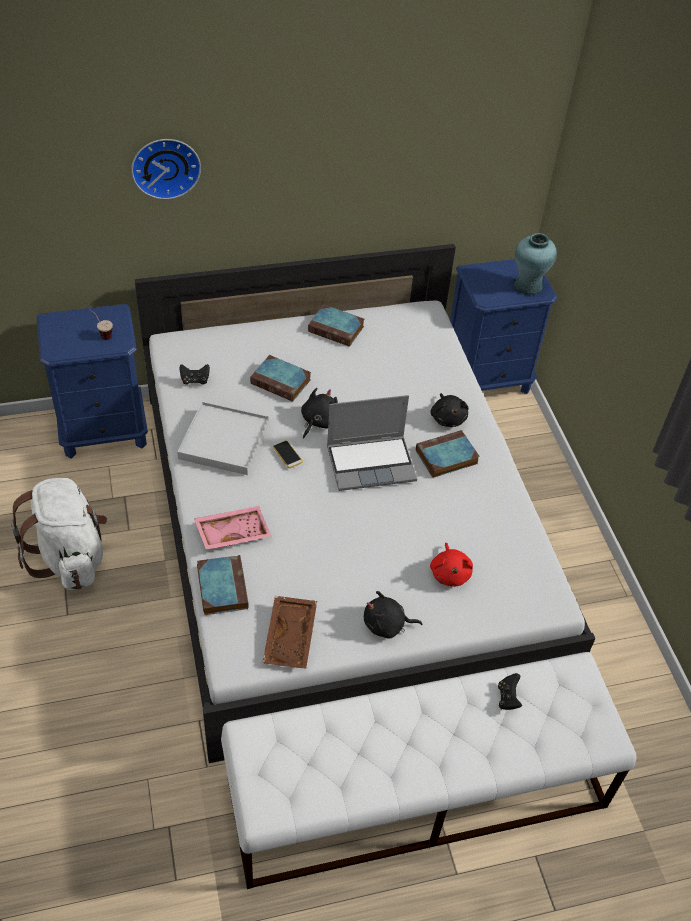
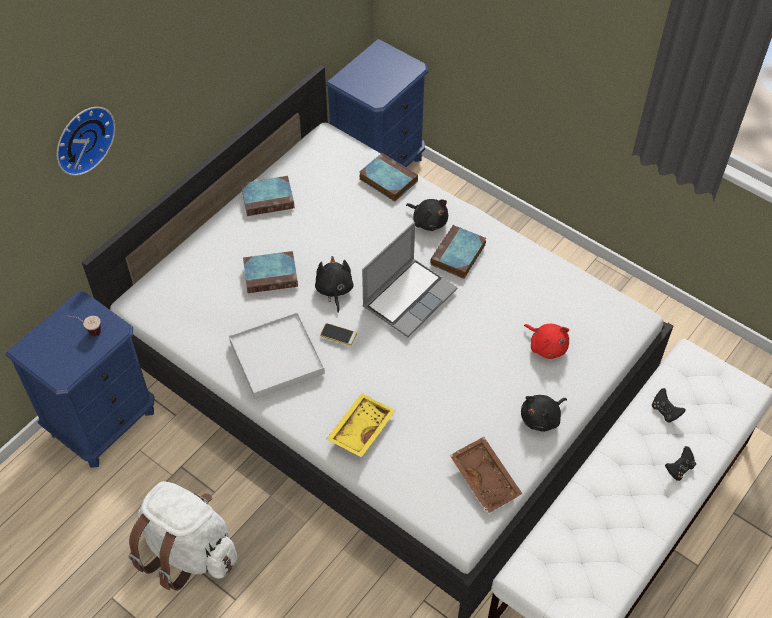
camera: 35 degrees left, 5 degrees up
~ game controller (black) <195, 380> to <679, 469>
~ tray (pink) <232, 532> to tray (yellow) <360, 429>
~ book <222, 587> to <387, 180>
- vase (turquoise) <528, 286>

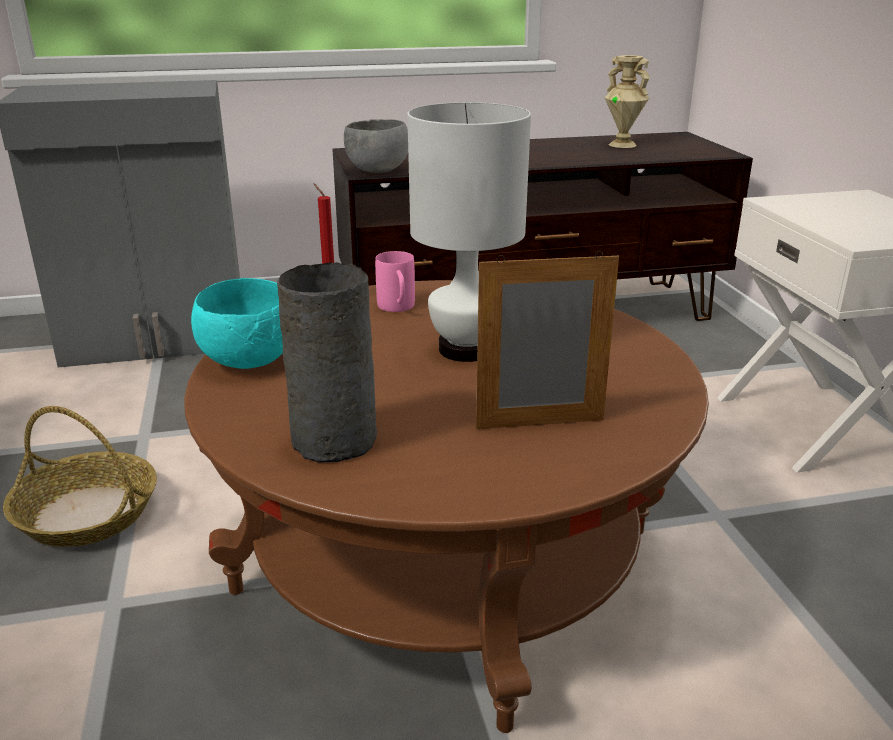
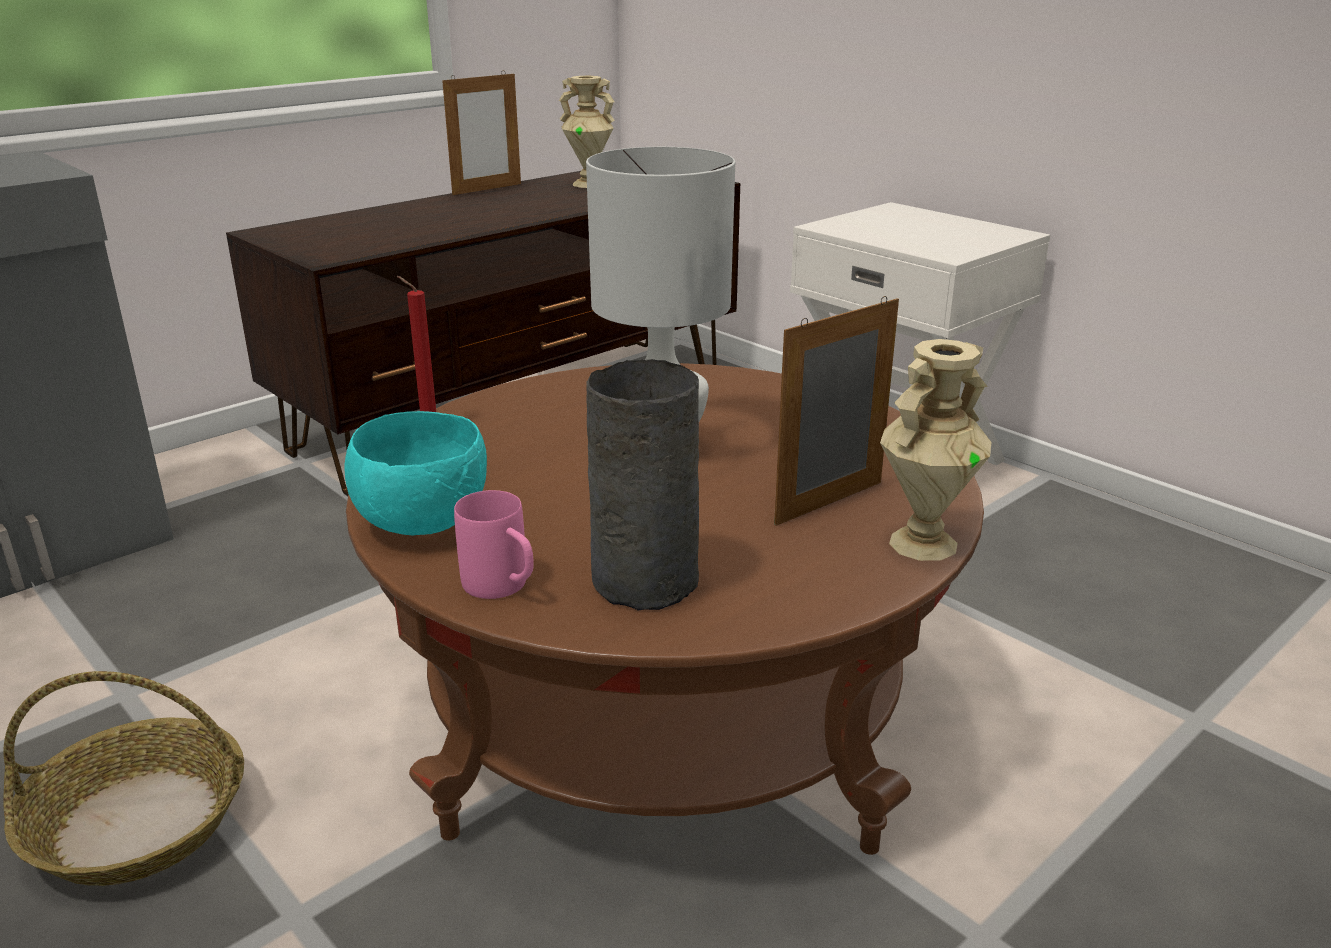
camera: 30 degrees left, 0 degrees up
- bowl (grey) <377, 171>
~ mug (pink) <397, 308> to <504, 588>
+ picture frame <487, 189>
+ vase (beige) <922, 542>

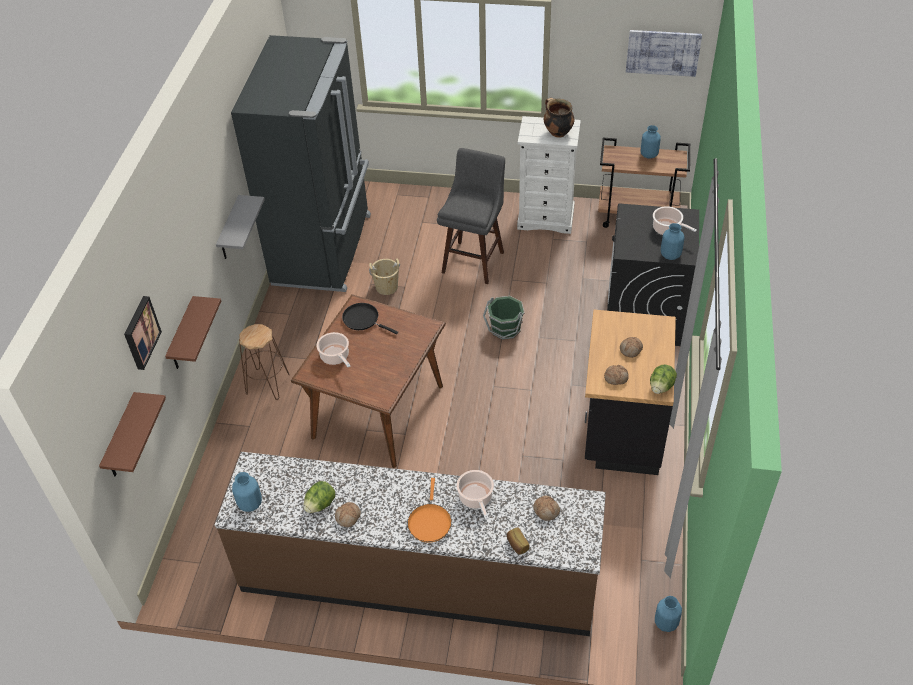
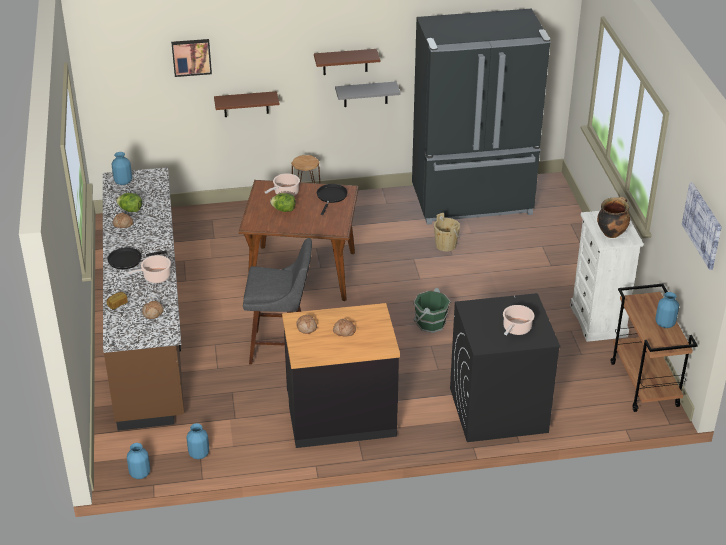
camera: 70 degrees right, 10 degrees down
~ shelf (brown) <121, 439> to <345, 62>
~ frying pan (orange) <429, 522> to frying pan (black) <128, 260>
~ stool (grey) <474, 260> to <281, 348>
~ lettuce <661, 387> to <284, 210>
~ vase (blue) <670, 255> to <198, 454>

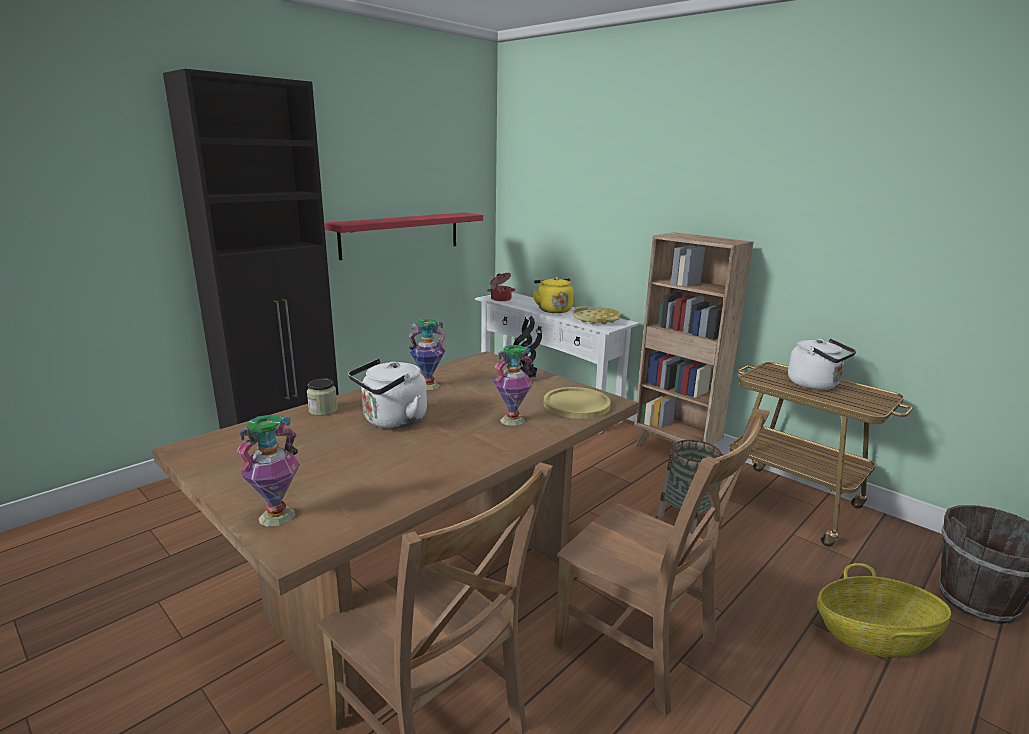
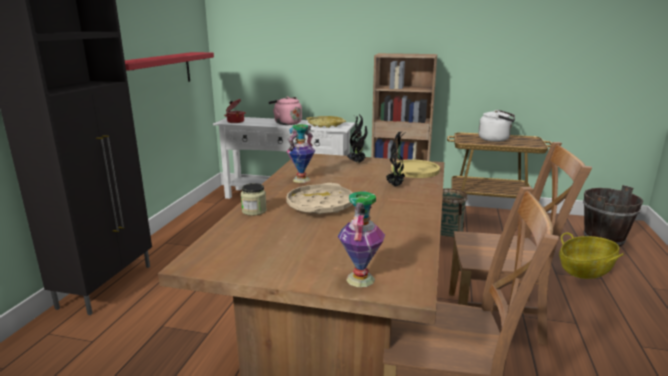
camera: 30 degrees left, 0 degrees up
~ kettle (white) <392, 421> to tray (beige) <320, 205>
~ vase <512, 420> to potted plant <395, 186>
~ kettle (yellow) <553, 310> to kettle (pink) <286, 123>

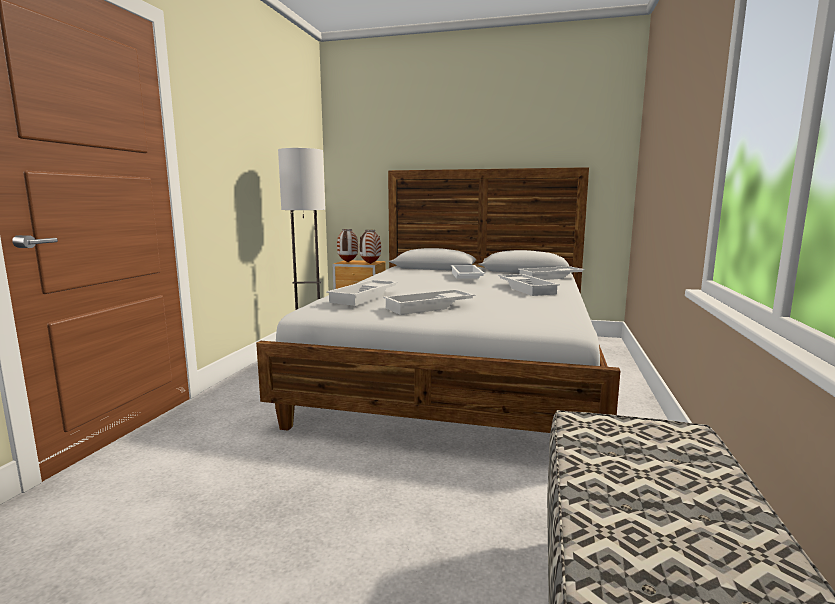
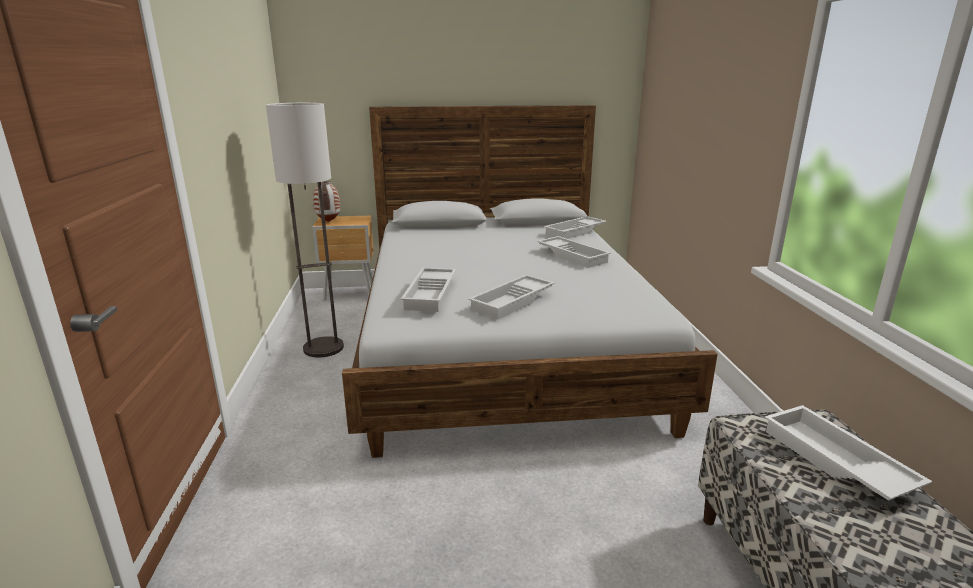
camera: 20 degrees left, 10 degrees up
- vase <370, 263>
~ tray (white) <465, 277> to <834, 461>

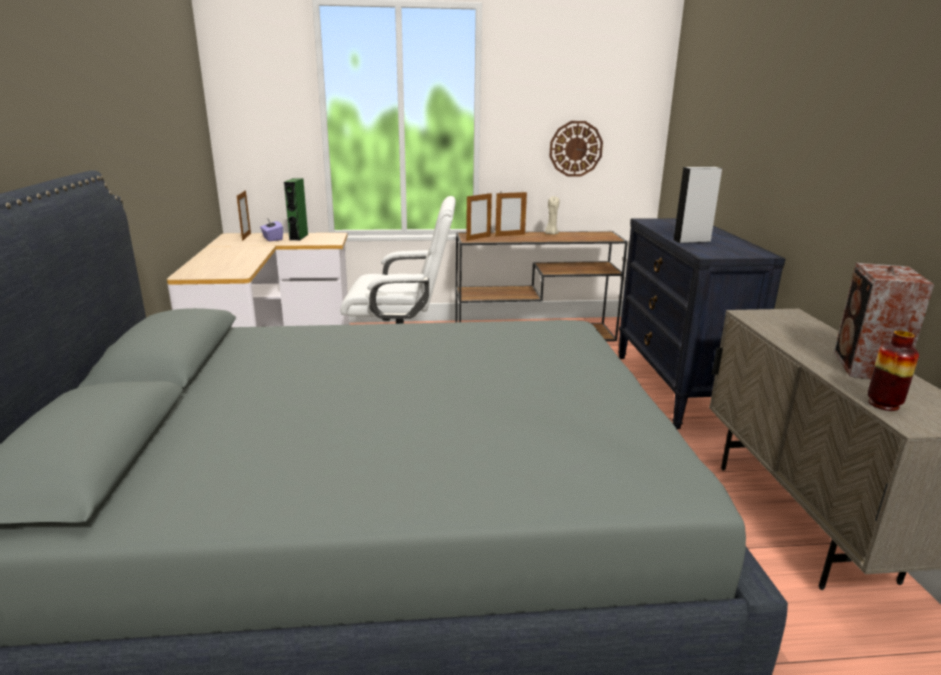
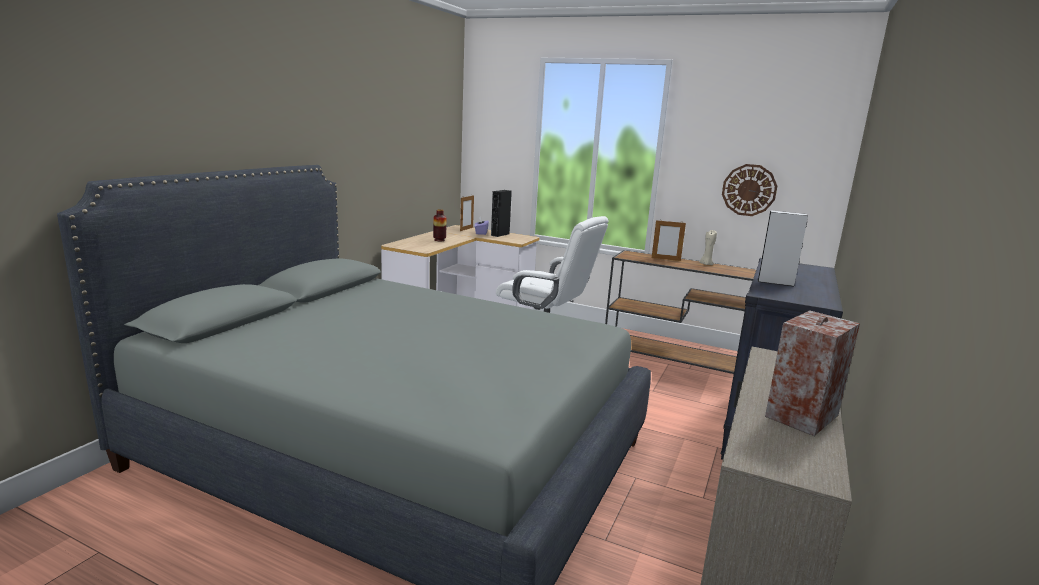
camera: 30 degrees right, 5 degrees down
~ speaker (green) <298, 237> to speaker (black) <500, 234>
- picture frame <478, 238>
~ vase <883, 404> to <439, 240>

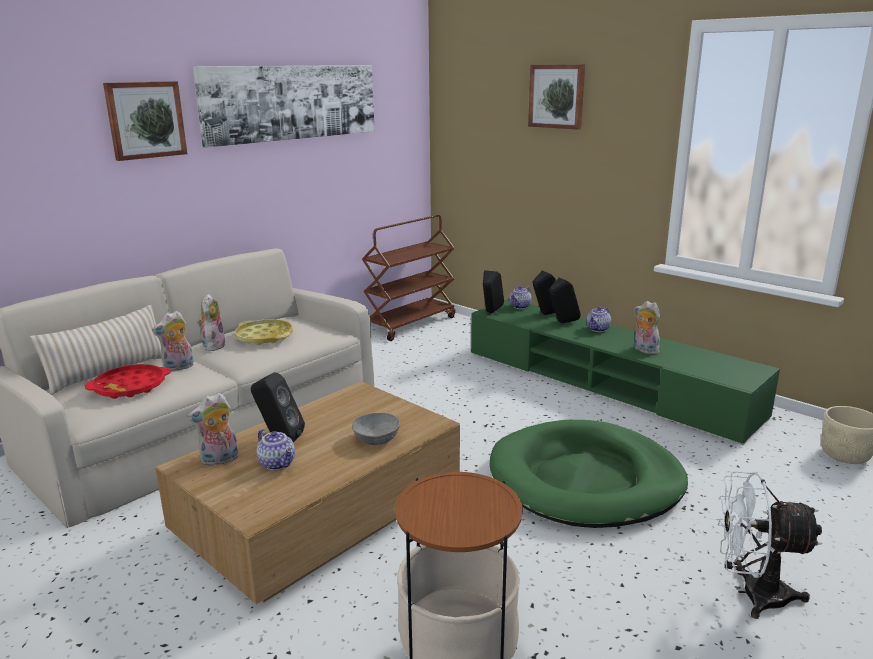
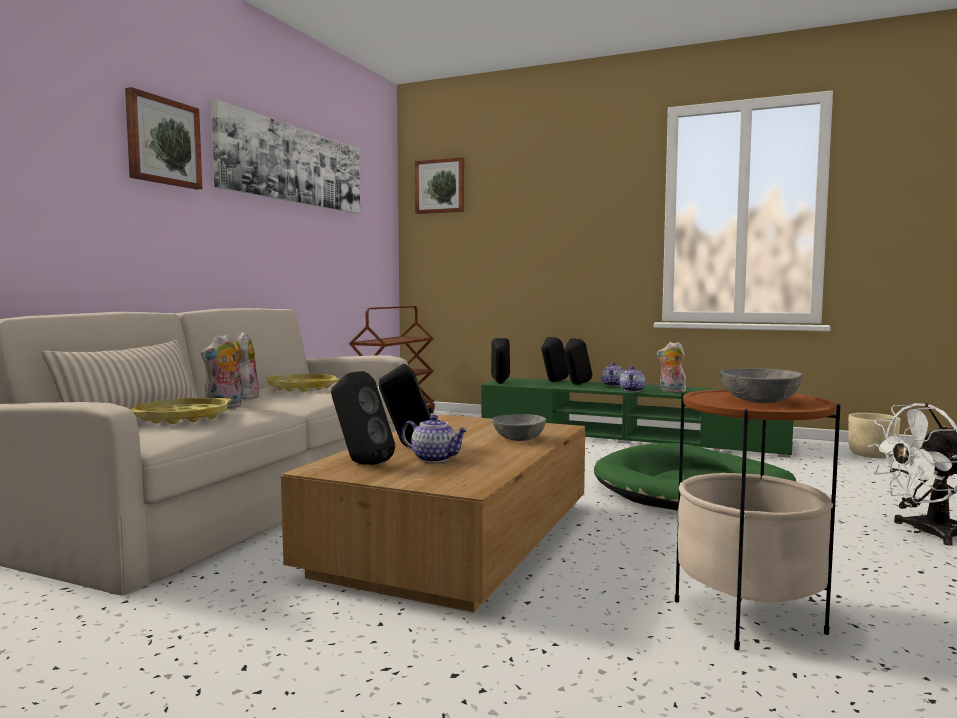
camera: 20 degrees left, 15 degrees down
~ tray (red) <130, 387> to tray (yellow) <182, 418>
~ plush toy <219, 460> to speaker (black) <360, 463>
~ teapot <520, 307> to <632, 390>
~ picture <557, 96> to <440, 186>
+ bowl (grey) <759, 400>

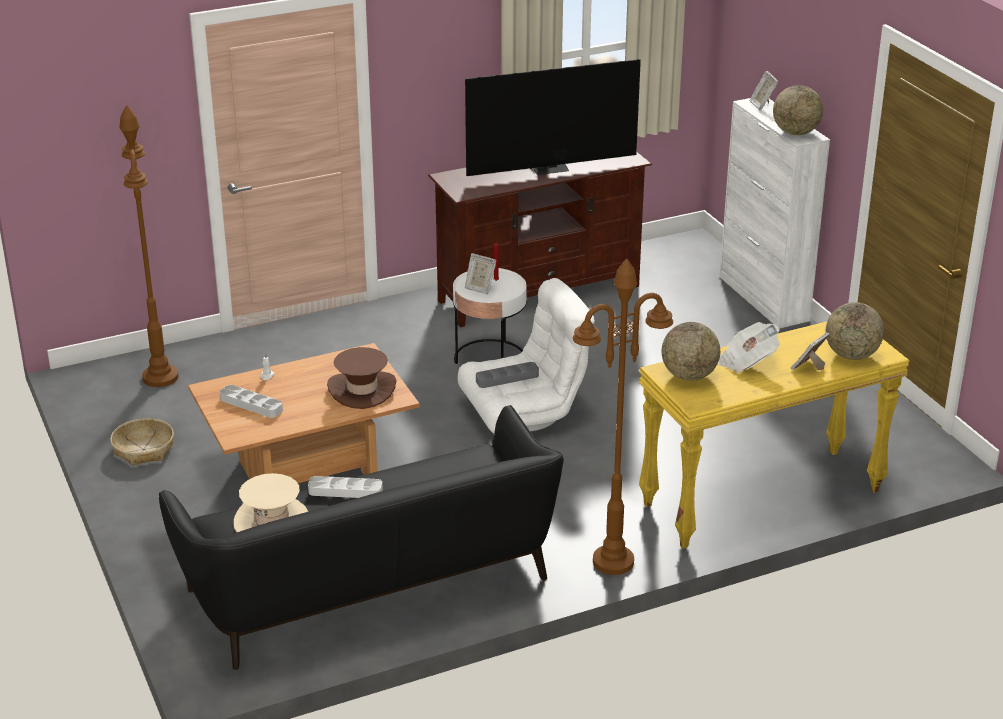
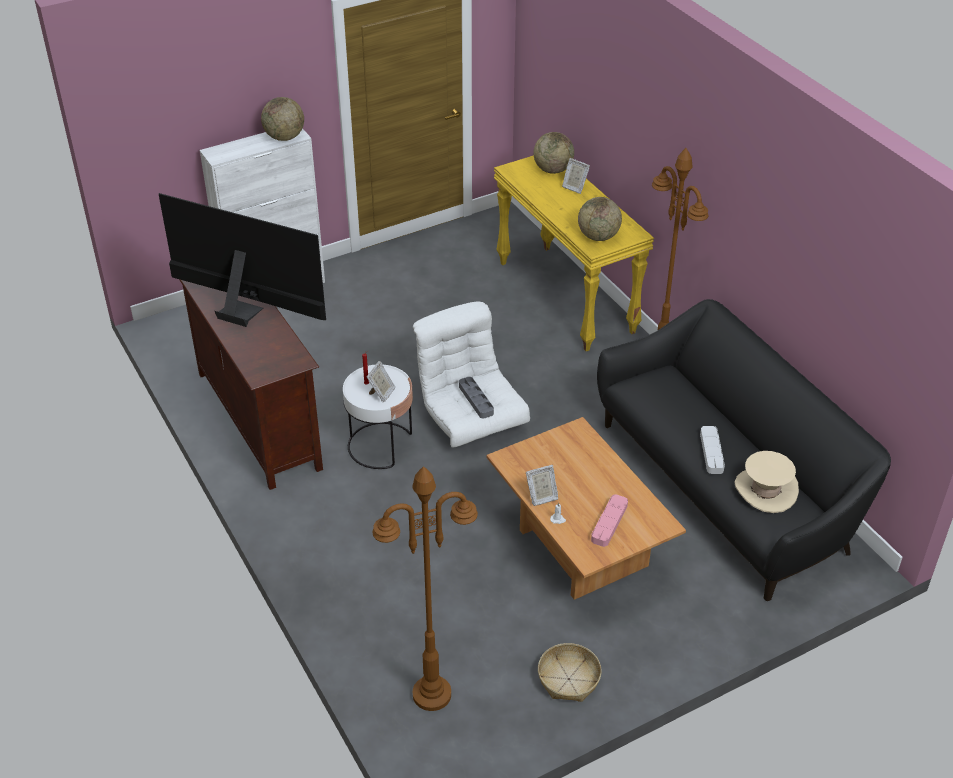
camera: 95 degrees left, 10 degrees up
~ tray (grey) <251, 404> to tray (pink) <609, 523>
- hat (brown) <362, 390>
~ television <550, 168> = <243, 310> 45 degrees counterclockwise
- newspaper <746, 361>
~ picture frame <762, 105> to <541, 497>

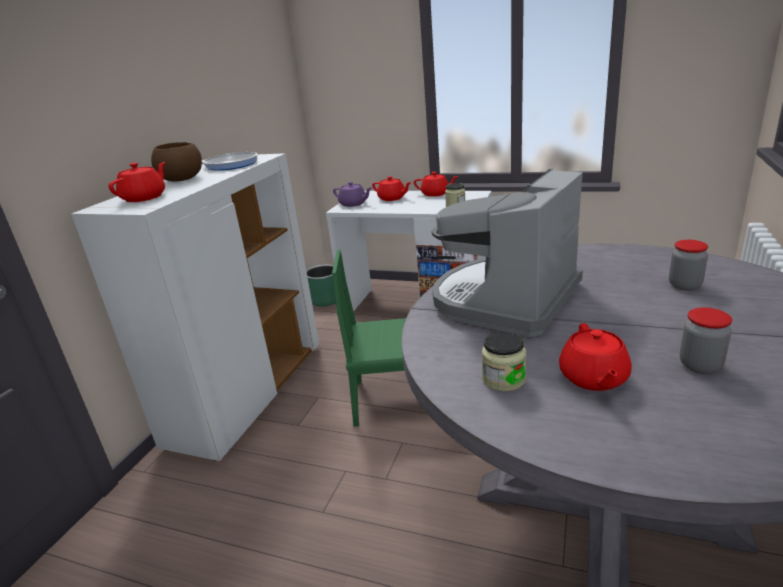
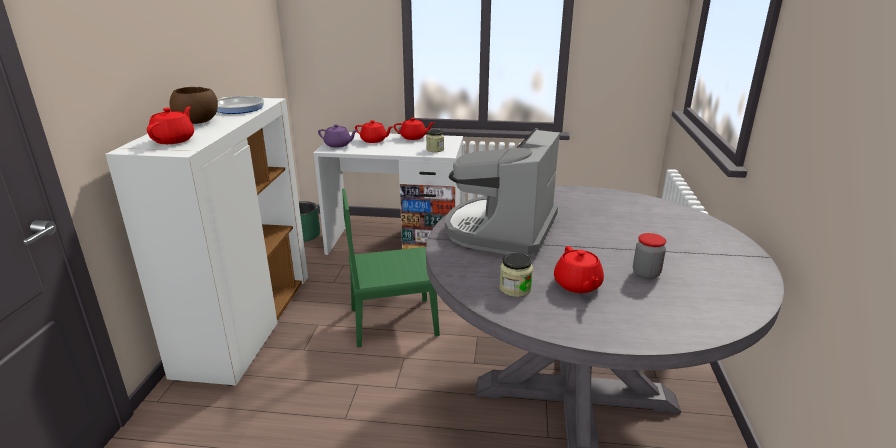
camera: 15 degrees left, 0 degrees up
- jar <684, 285>

